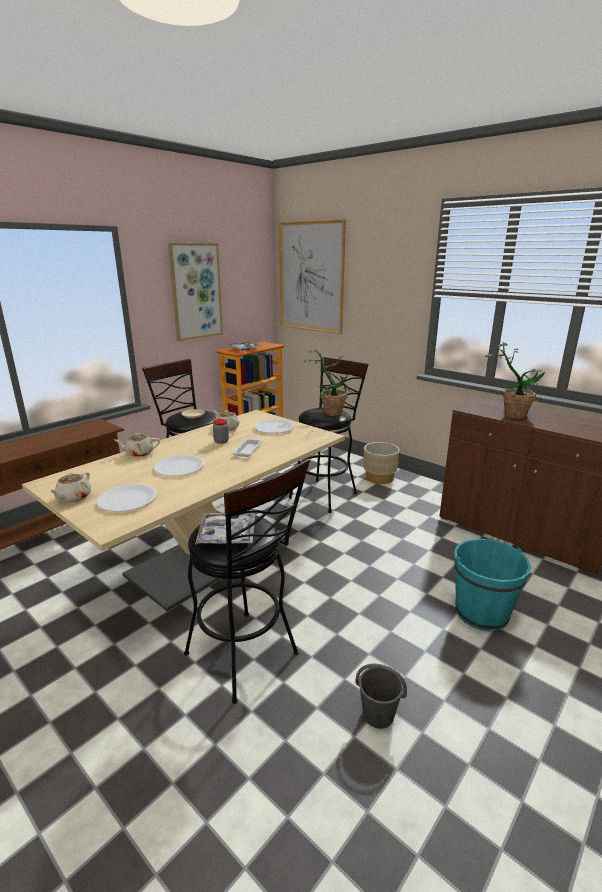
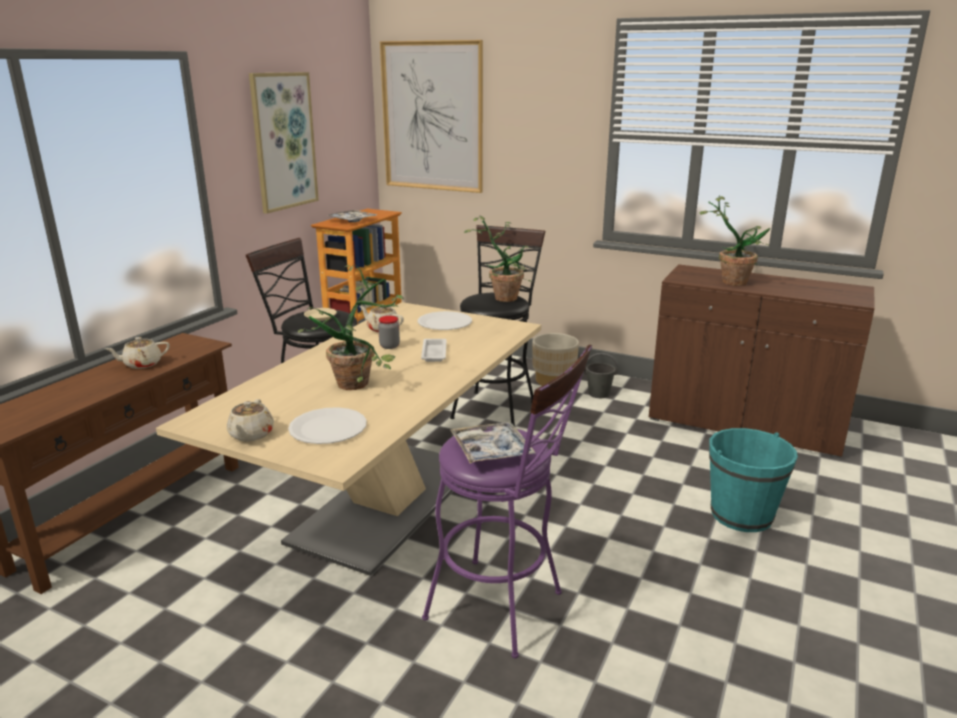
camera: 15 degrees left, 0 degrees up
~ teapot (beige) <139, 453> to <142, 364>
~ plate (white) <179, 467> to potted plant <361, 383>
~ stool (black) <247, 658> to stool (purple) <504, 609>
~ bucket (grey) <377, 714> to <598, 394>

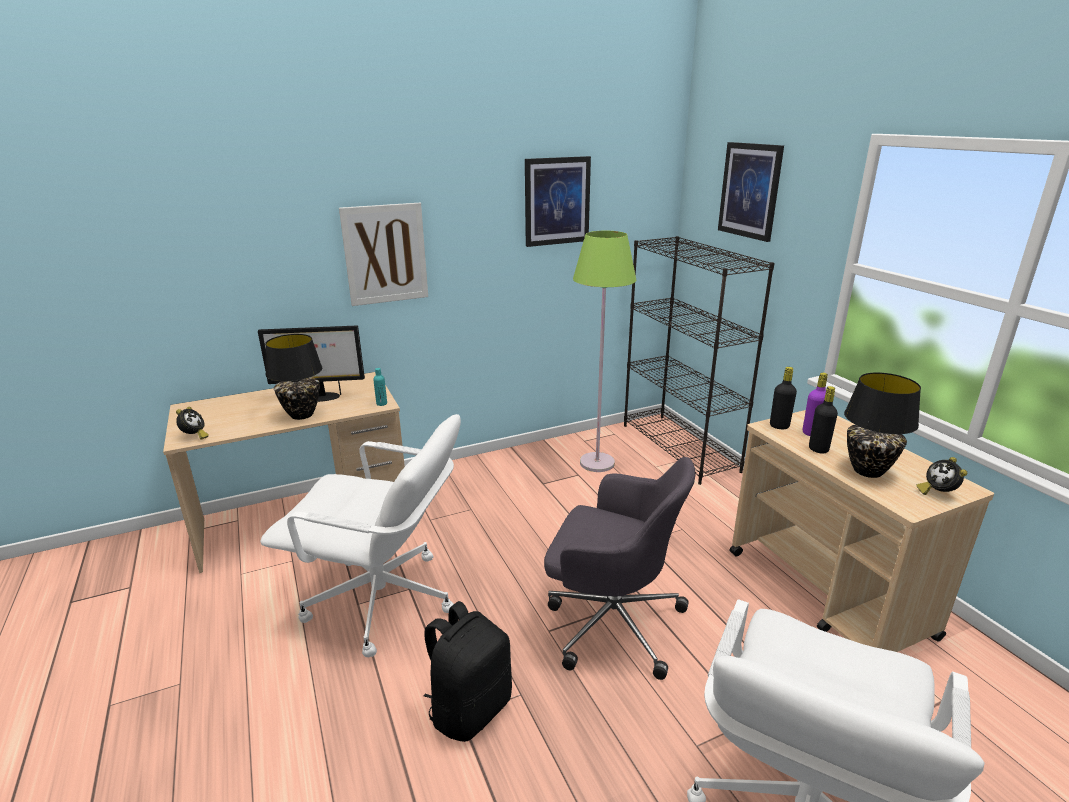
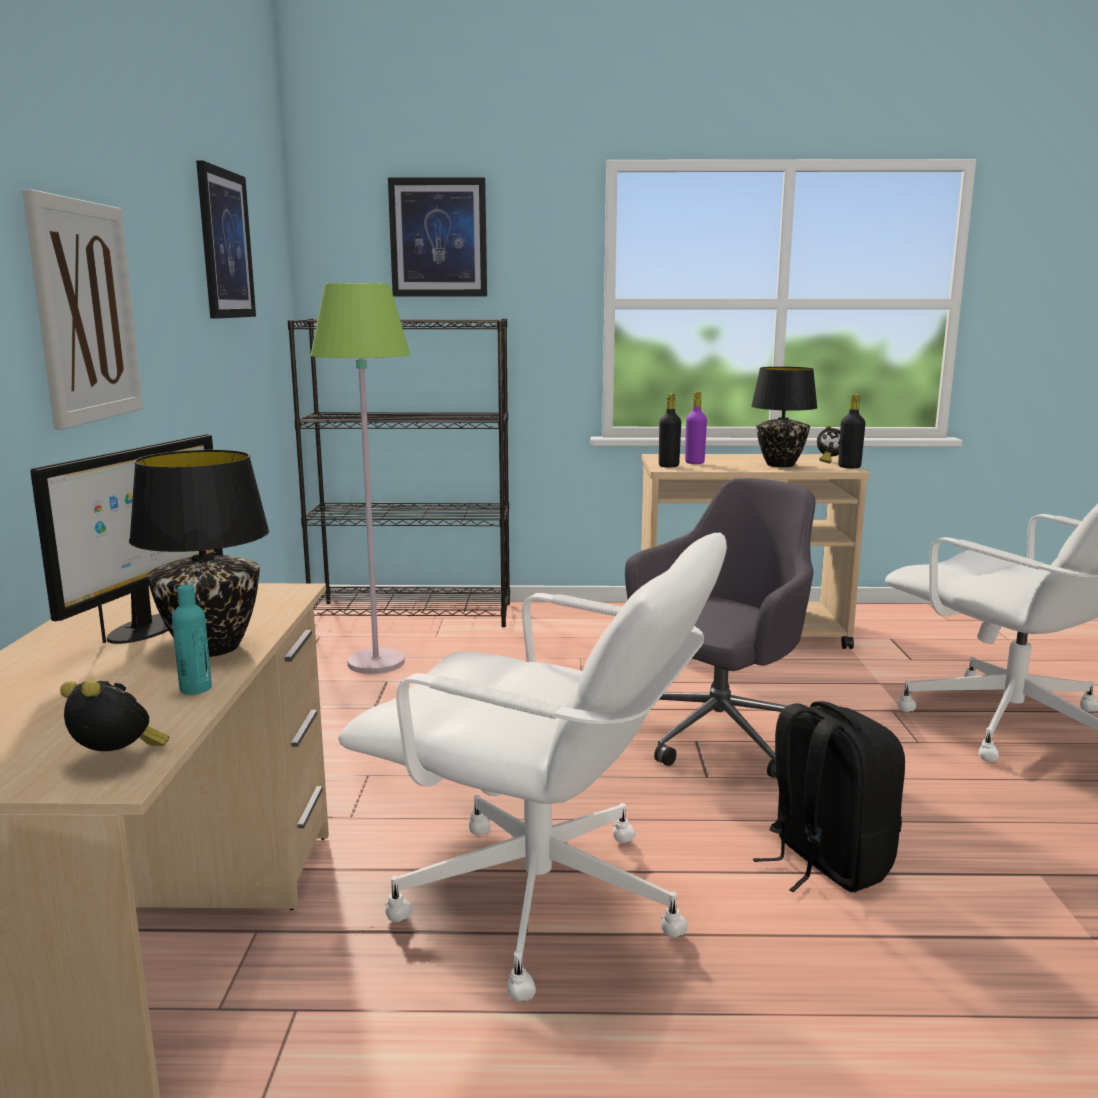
camera: 65 degrees left, 10 degrees down
~ office chair (white) <382, 602> = <542, 903> 75 degrees clockwise
~ bottle (turquoise) <381, 403> to <195, 689>
~ bottle (black) <818, 449> to <849, 467>

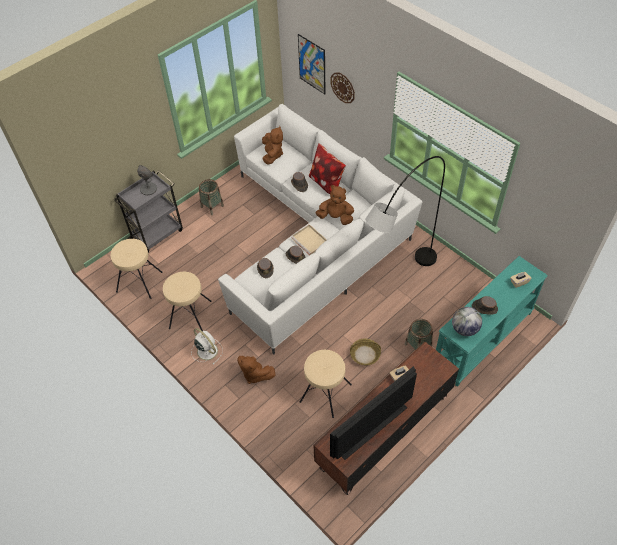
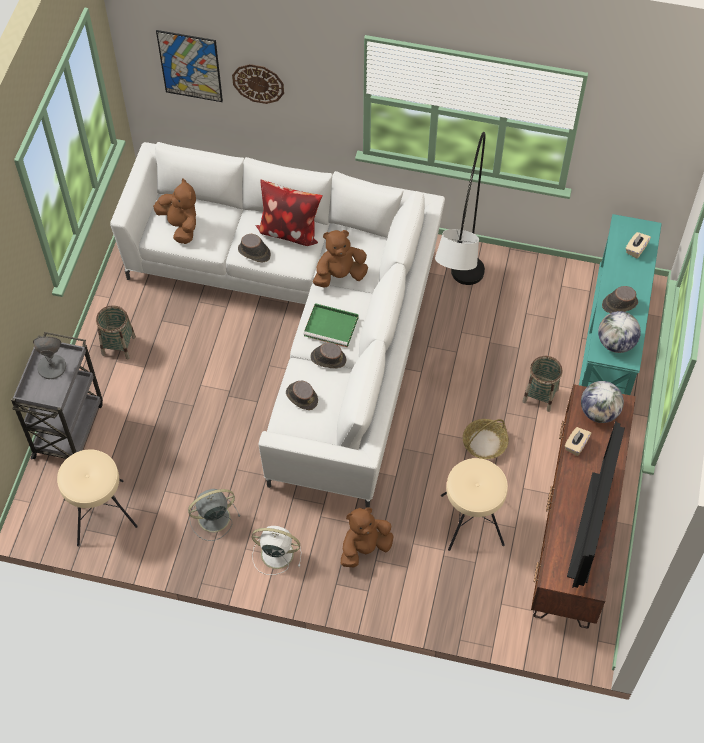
camera: 35 degrees left, 5 degrees up
~ stool (beige) <189, 314> to fan (grey) <212, 518>
~ plush toy (brown) <255, 374> = <365, 548> 150 degrees clockwise
~ tray (beige) <310, 241> to tray (green) <332, 326>
+ globe <599, 412>

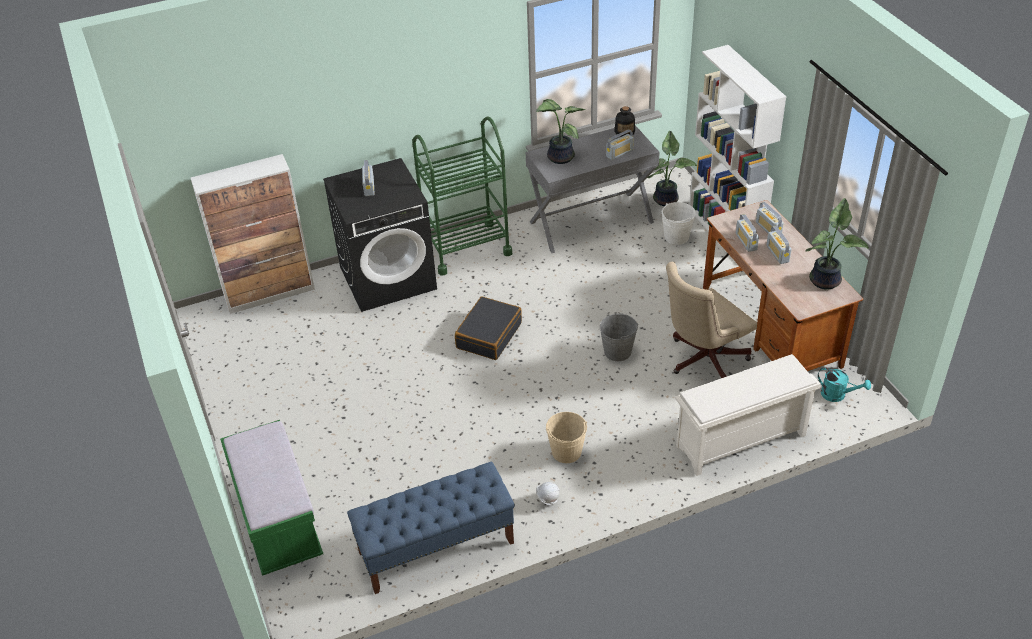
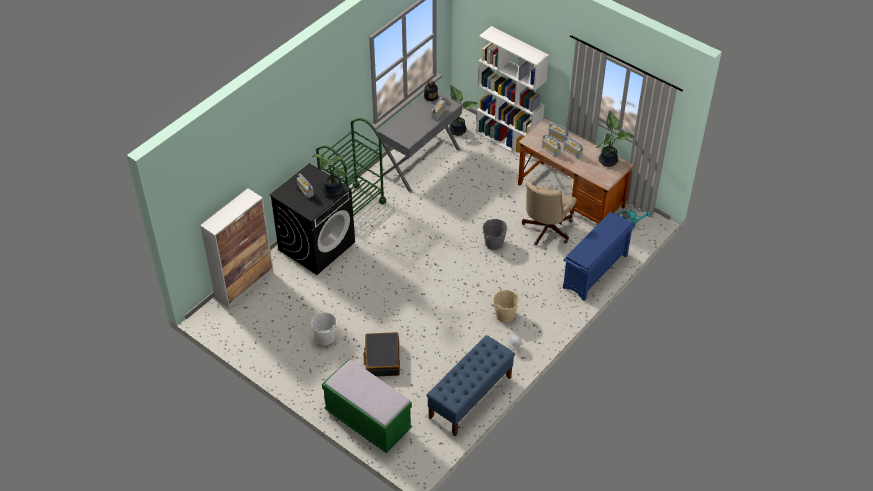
camera: 30 degrees left, 5 degrees up
~ suitcase (black) <488, 335> to <382, 359>
~ potted plant <558, 157> to <332, 191>
~ bucket (white) <676, 237> to <325, 337>
~ shoe rack (white) <740, 441> to shoe rack (blue) <595, 272>

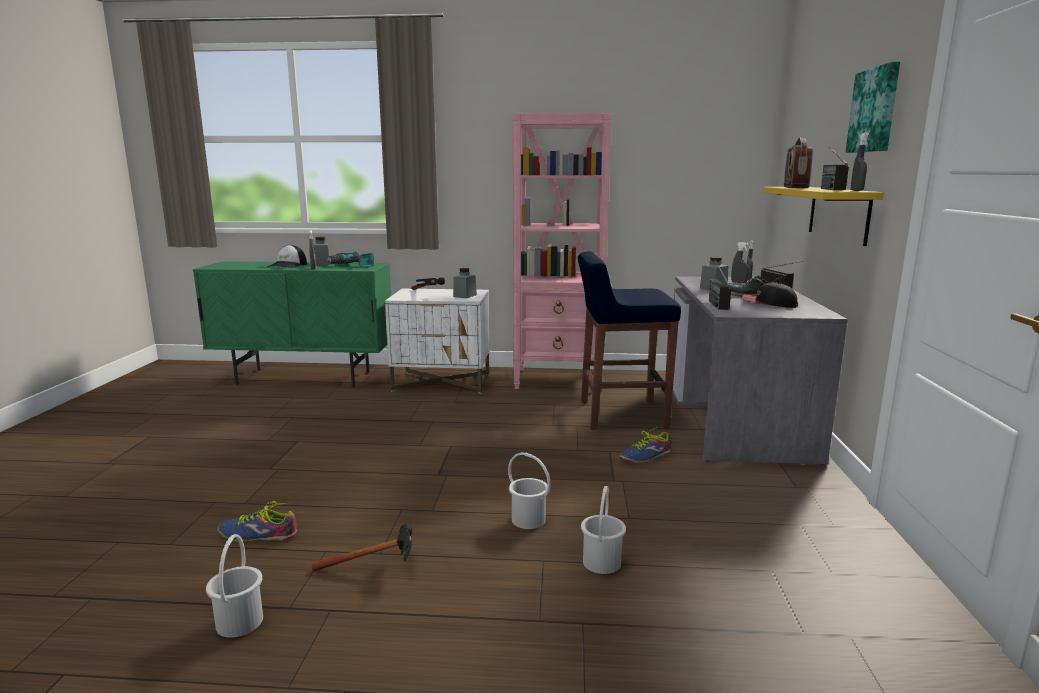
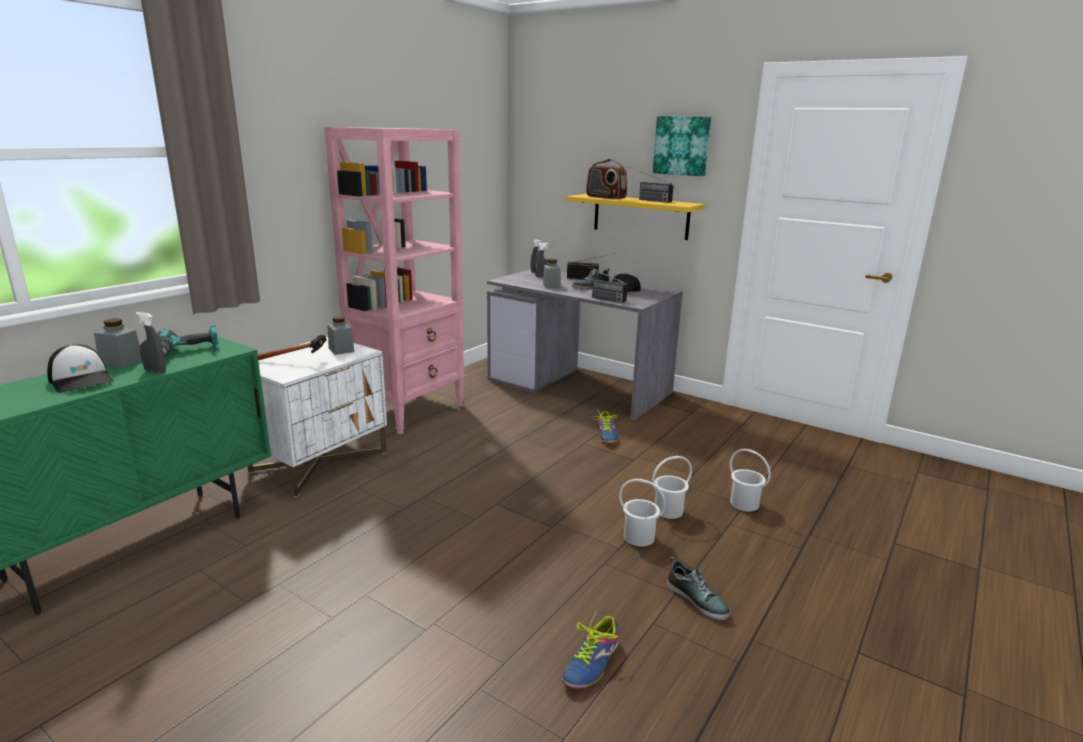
camera: 60 degrees left, 5 degrees up
~ bucket (white) <240, 622> to <638, 537>
~ hammer <377, 566> to shoe <697, 599>
- stool (blue) <620, 414>
- spray bottle (grey) <856, 190>

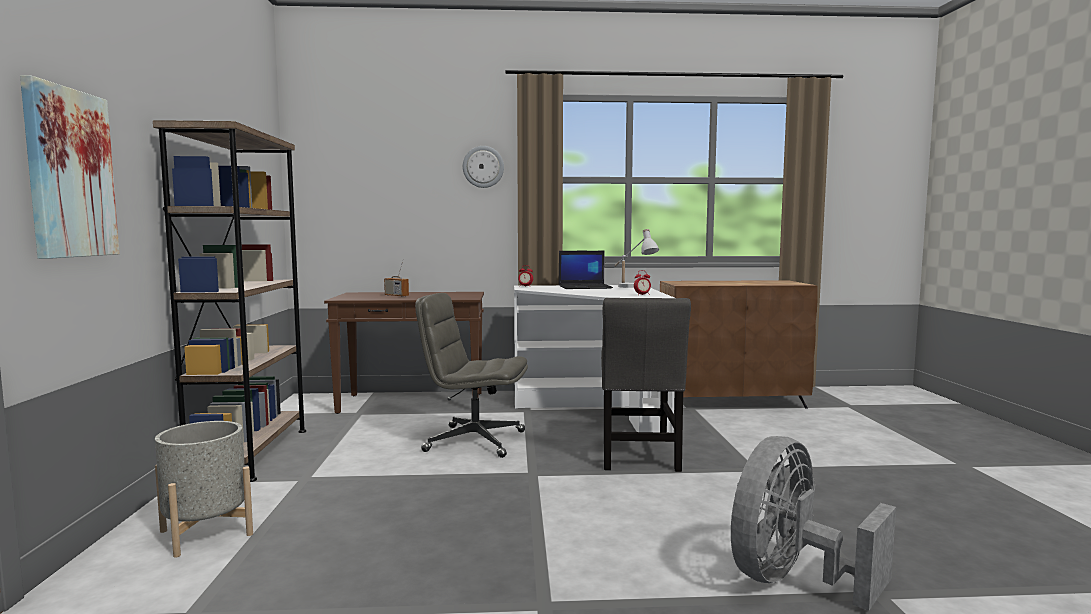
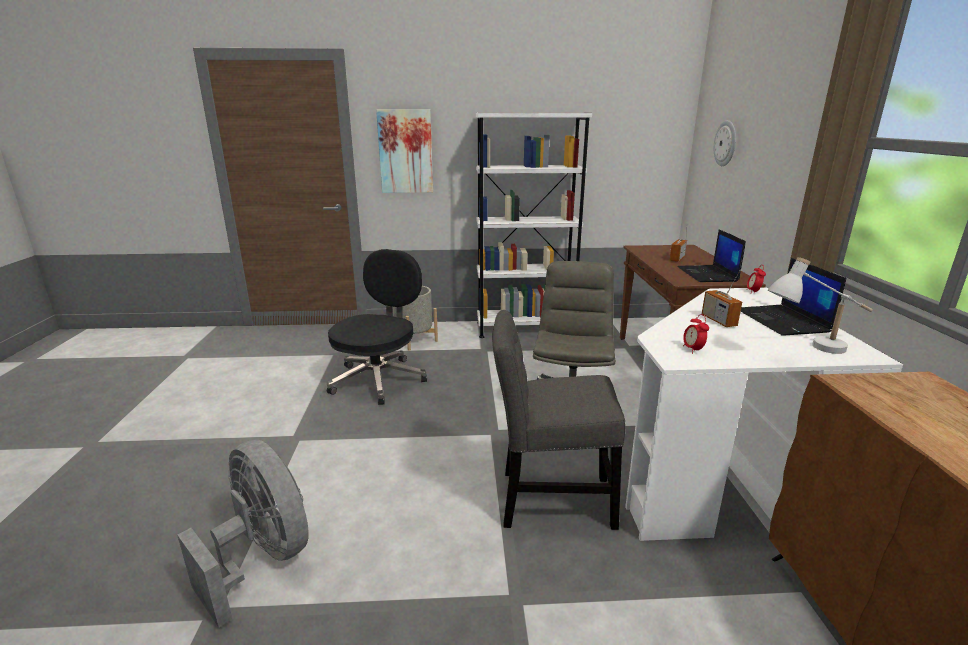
camera: 90 degrees right, 15 degrees up
~ bookcase (brown) <250, 453> to bookcase (white) <525, 328>
~ wall clock <483, 167> to <726, 143>
+ office chair (black) <379, 379>
+ laptop <708, 274>
+ radio <718, 321>

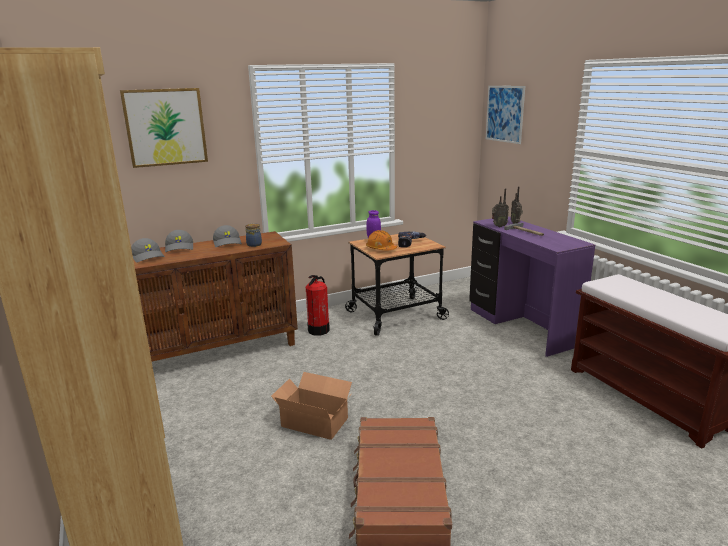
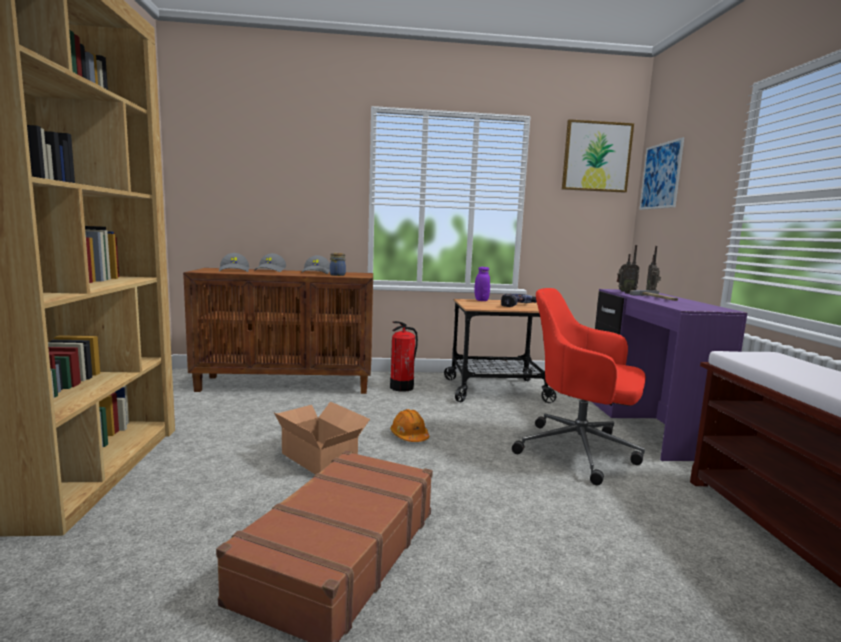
camera: 20 degrees right, 10 degrees down
~ picture <165, 127> to <596, 157>
~ hard hat (orange) <381, 249> to <409, 436>
+ office chair (red) <580, 451>

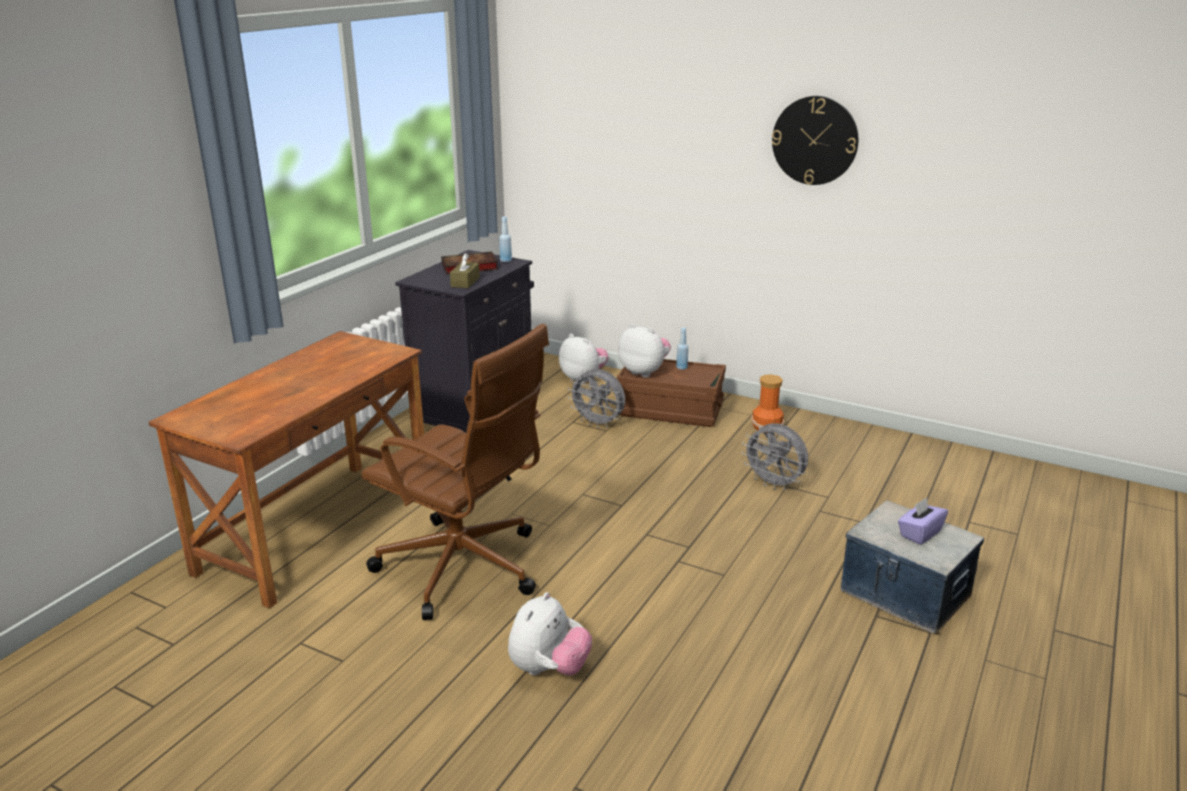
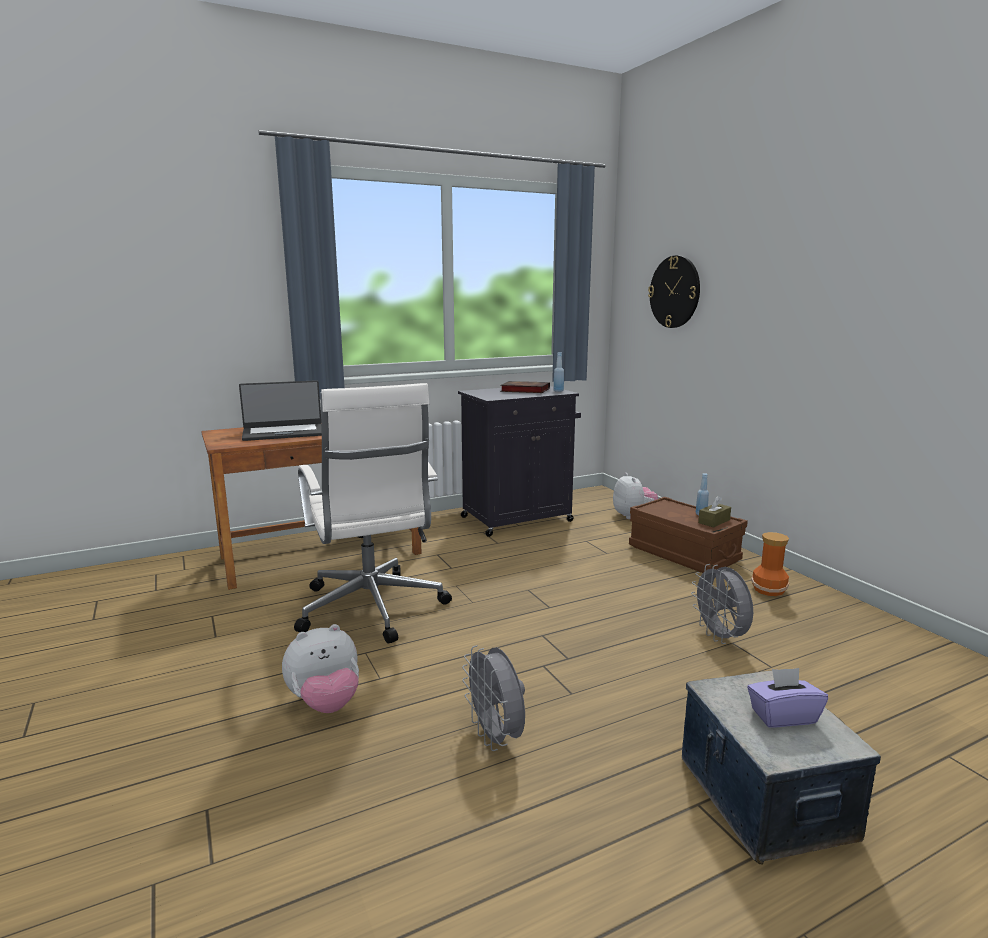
camera: 35 degrees right, 10 degrees down
~ office chair (brown) <464, 569> to office chair (white) <371, 609>
~ tissue box (brown) <465, 282> to <714, 521>
~ fan (grey) <598, 423> to <496, 737>
- plush toy <644, 372>
~ wall clock <815, 140> to <674, 292>
+ laptop <283, 433>

